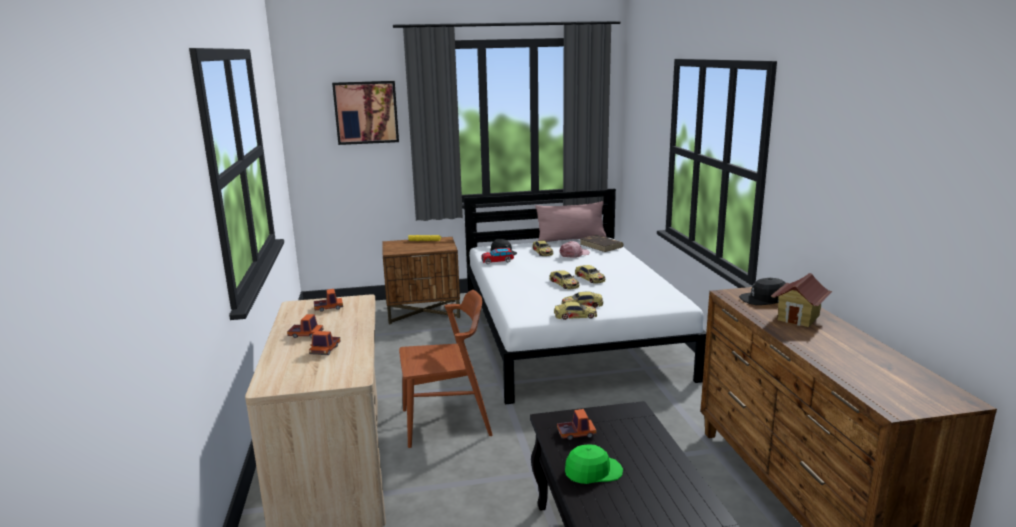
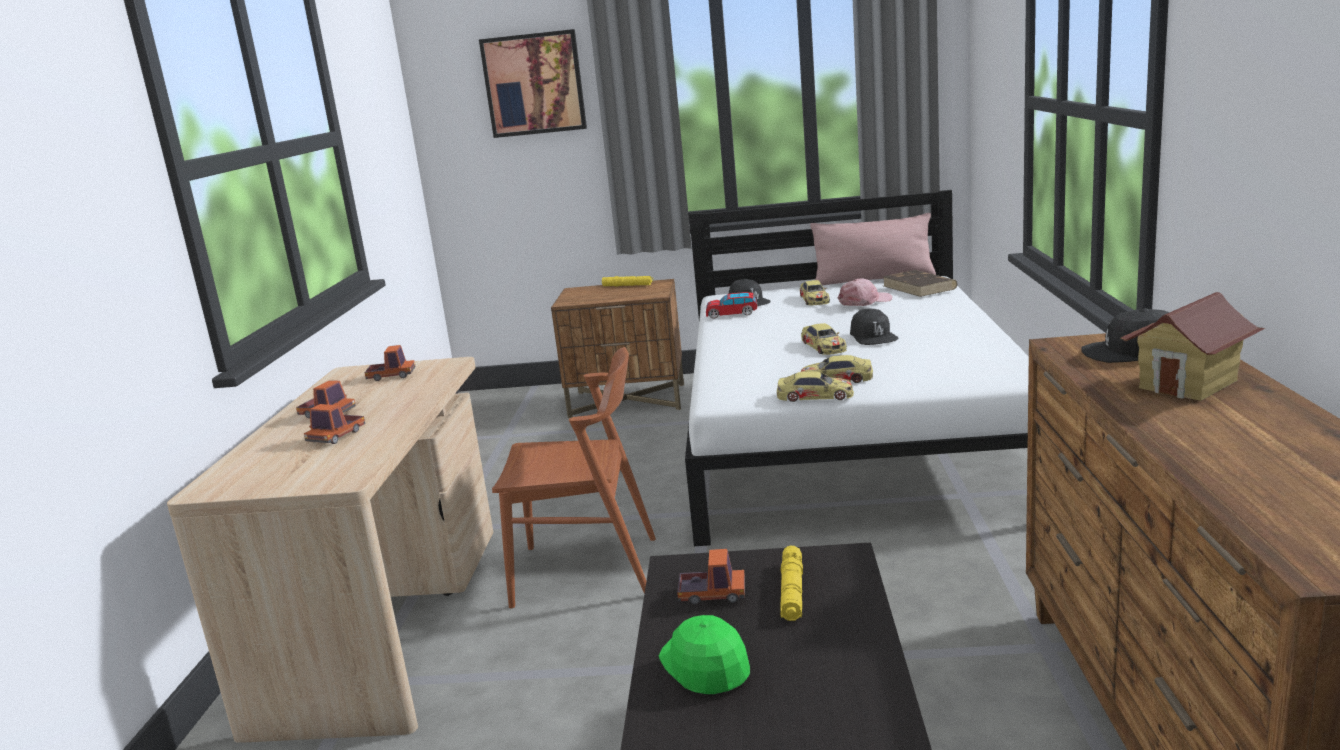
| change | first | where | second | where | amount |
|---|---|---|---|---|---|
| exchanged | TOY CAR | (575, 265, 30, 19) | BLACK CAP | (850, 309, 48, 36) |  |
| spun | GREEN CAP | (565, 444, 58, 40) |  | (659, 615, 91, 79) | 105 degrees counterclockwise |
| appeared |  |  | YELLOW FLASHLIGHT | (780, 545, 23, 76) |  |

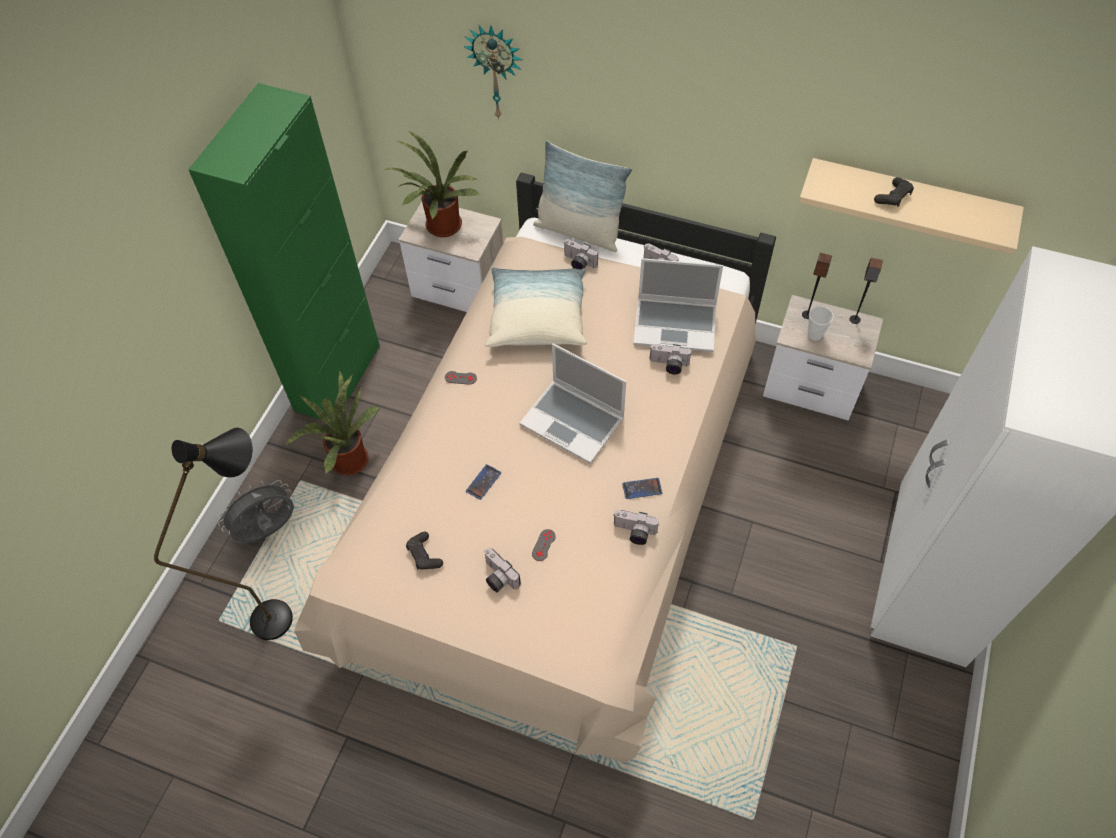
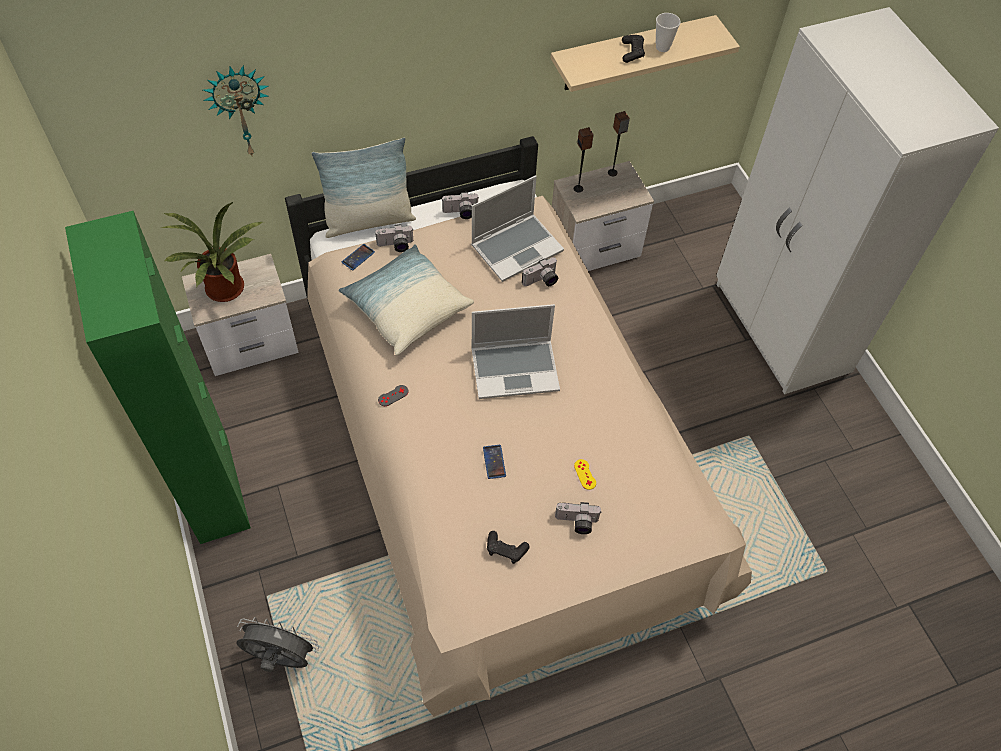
| change | first | where | second | where | amount |
|---|---|---|---|---|---|
| relocated | CUP | (808, 306, 26, 35) |  | (656, 13, 25, 39) |  |
| missing | POTTED PLANT | (286, 370, 94, 106) |  |  |  |
| missing | BLACK FLOOR LAMP | (154, 428, 139, 212) |  |  |  |
| relocated | PHONE | (622, 478, 40, 21) |  | (342, 244, 33, 26) |  |
| spun | GREY FAN | (218, 480, 76, 63) |  | (236, 617, 83, 55) | 90 degrees clockwise |
| missing | PHOTO CAMERA | (614, 510, 45, 35) |  |  |  |
| colour | GREY GAME CONTROLLER | (532, 529, 24, 32) | YELLOW GAME CONTROLLER | (574, 459, 22, 31) |  |

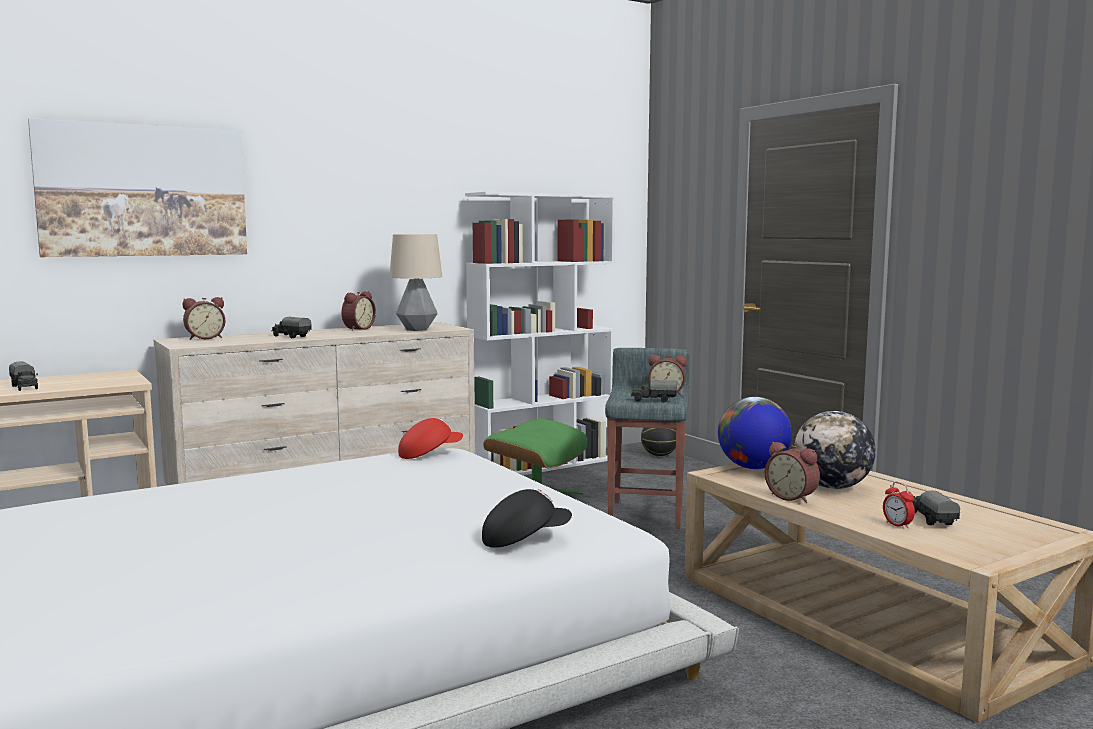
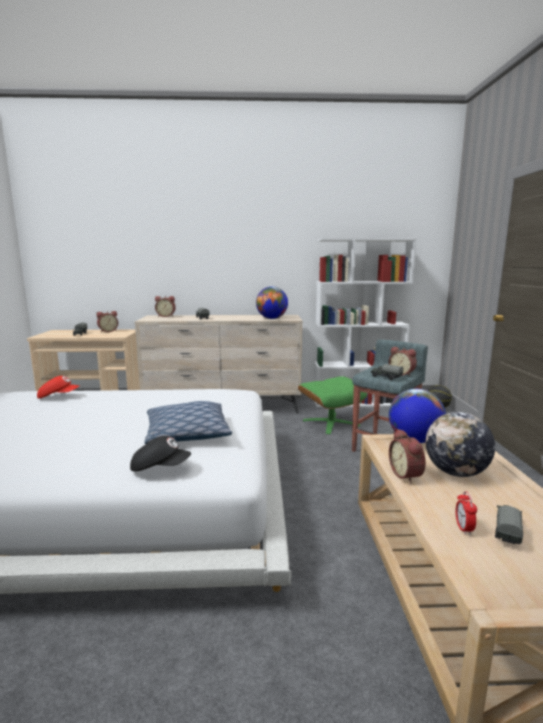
| change | first | where | second | where | amount |
|---|---|---|---|---|---|
| missing | PICTURE | (28, 118, 219, 139) |  |  |  |
| exchanged | TABLE LAMP | (389, 234, 53, 97) | GLOBE | (256, 286, 32, 33) |  |
| relocated | ALARM CLOCK | (341, 291, 35, 40) |  | (96, 311, 22, 21) |  |
| relocated | RED CAP | (398, 418, 65, 41) |  | (37, 376, 42, 23) |  |
| appeared |  |  | PILLOW | (145, 401, 87, 43) |  |

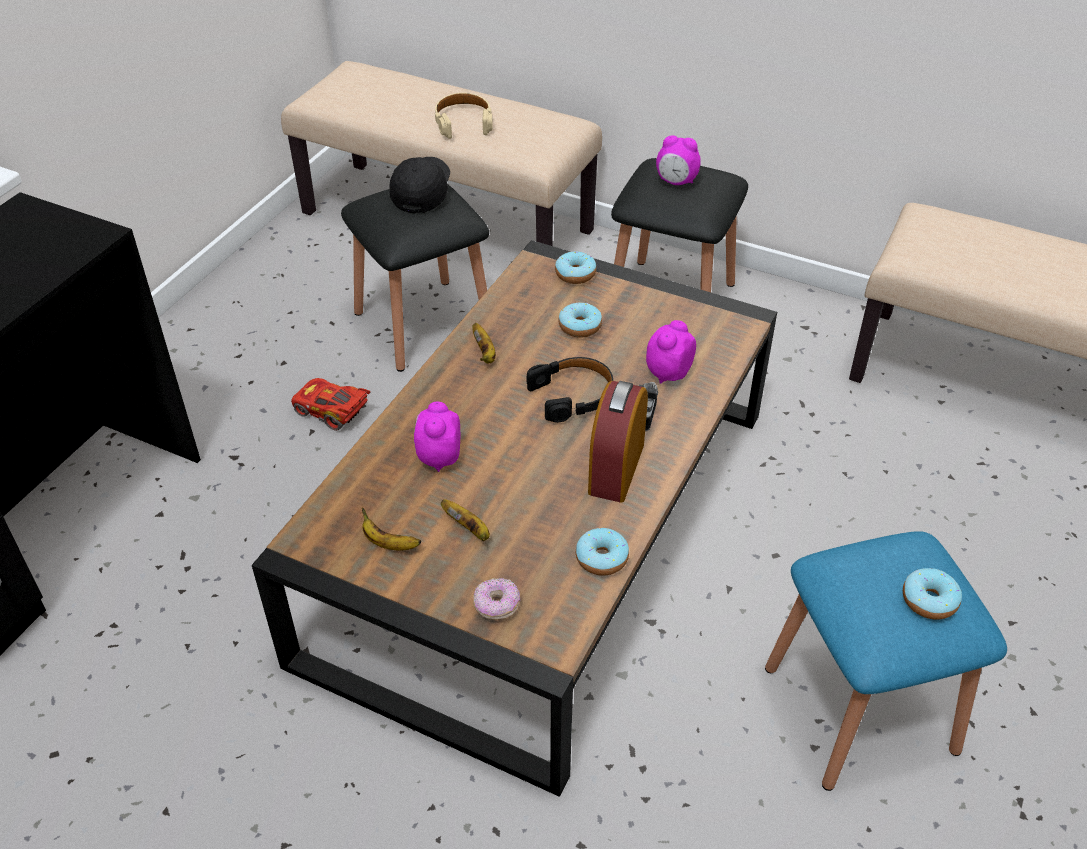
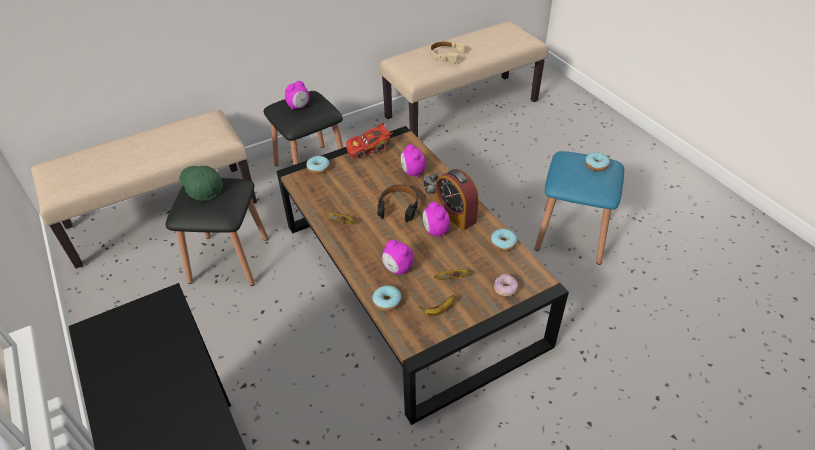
| change | first | where | second | where | amount |
|---|---|---|---|---|---|
| relocated | BEIGE HEADPHONES | (435, 93, 58, 46) |  | (430, 41, 36, 22) |  |
| colour | BLACK CAP | (389, 157, 61, 56) | GREEN CAP | (179, 166, 44, 35) |  |
| relocated | DONUT | (558, 303, 44, 35) |  | (372, 286, 30, 25) |  |
| relocated | RED TOY CAR | (291, 378, 80, 53) |  | (346, 122, 47, 37) |  |
| appeared |  |  | ALARM CLOCK | (423, 202, 27, 36) |  |

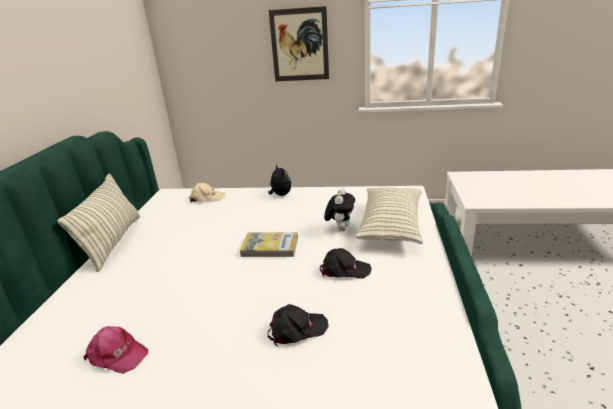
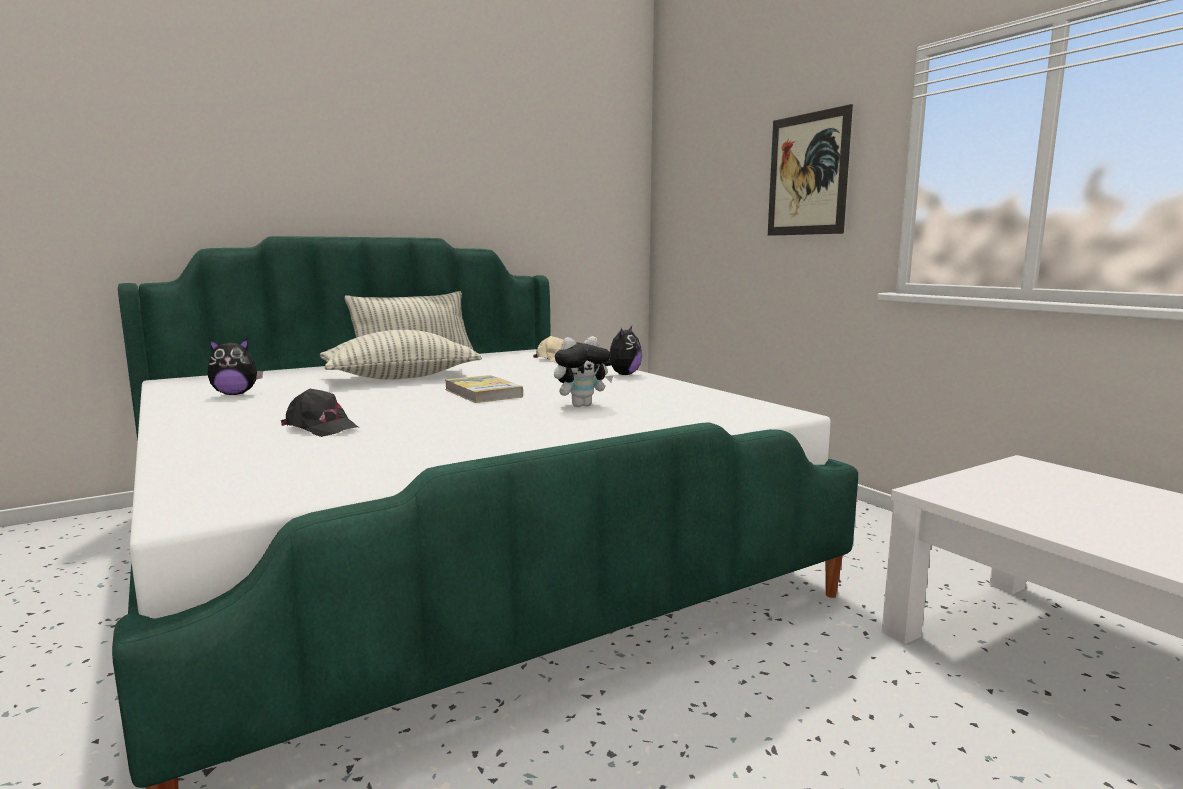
| change | first | where | second | where | amount |
|---|---|---|---|---|---|
| relocated | PILLOW | (355, 187, 68, 57) |  | (320, 330, 162, 50) |  |
| missing | BLACK CAP | (320, 248, 52, 31) |  |  |  |
| exchanged | PINK CAP | (83, 326, 65, 48) | PLUSH TOY | (207, 338, 56, 57) |  |

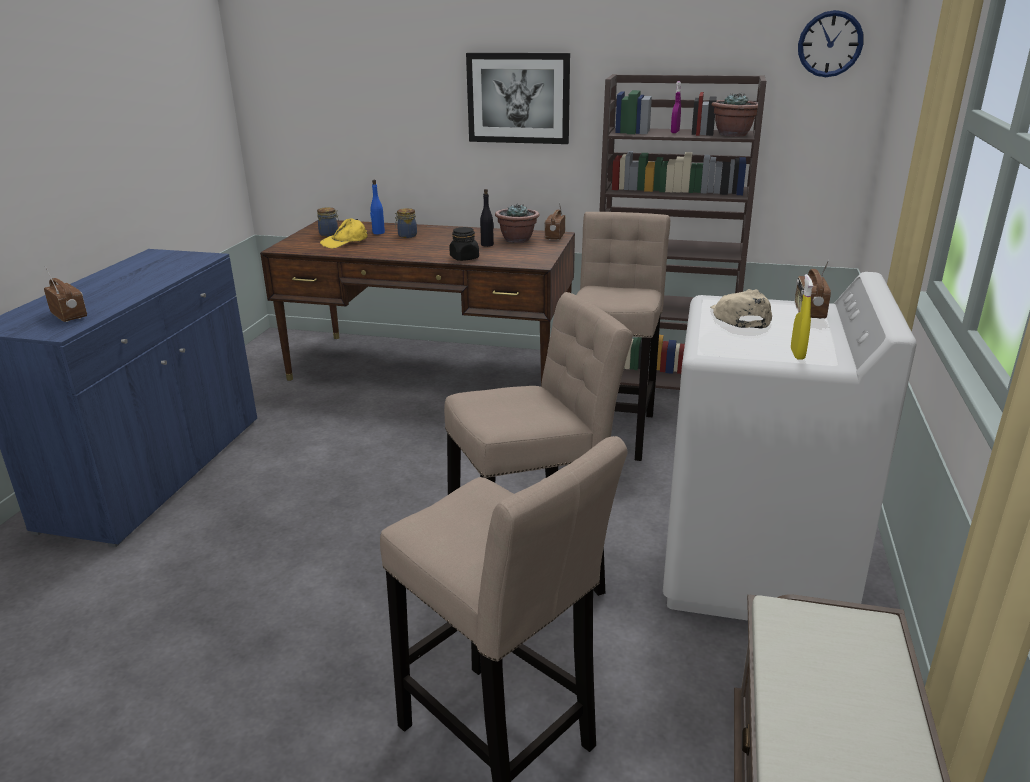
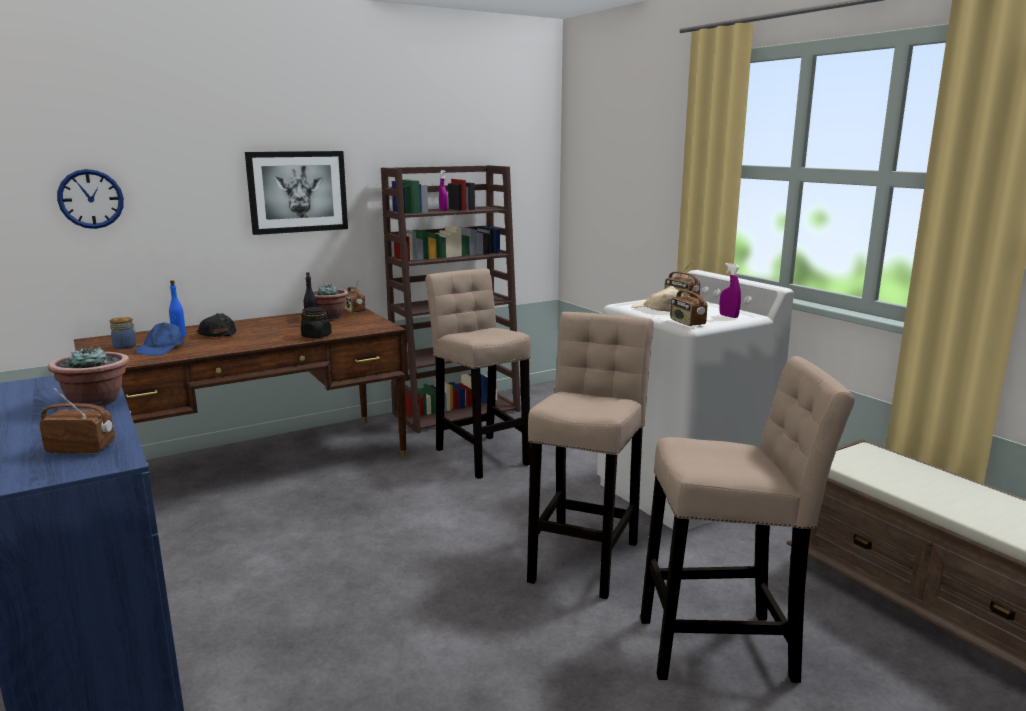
| change | first | where | second | where | amount |
|---|---|---|---|---|---|
| relocated | WALL CLOCK | (798, 10, 66, 67) |  | (57, 169, 67, 60) |  |
| relocated | POTTED PLANT | (712, 92, 46, 45) |  | (48, 345, 81, 63) |  |
| exchanged | JAR | (395, 208, 22, 30) | BLACK CAP | (197, 313, 39, 24) |  |
| colour | YELLOW CAP | (320, 218, 48, 30) | BLUE CAP | (135, 323, 49, 33) |  |
| colour | YELLOW SPRAY BOTTLE | (791, 274, 22, 86) | PURPLE SPRAY BOTTLE | (720, 263, 21, 55) |  |
| appeared |  |  | RADIO | (670, 280, 37, 46) |  |

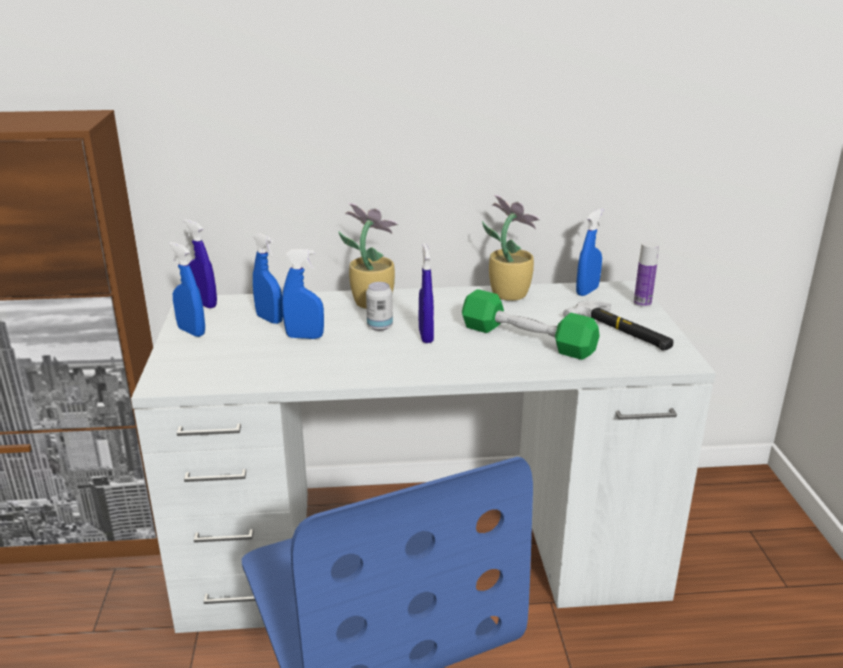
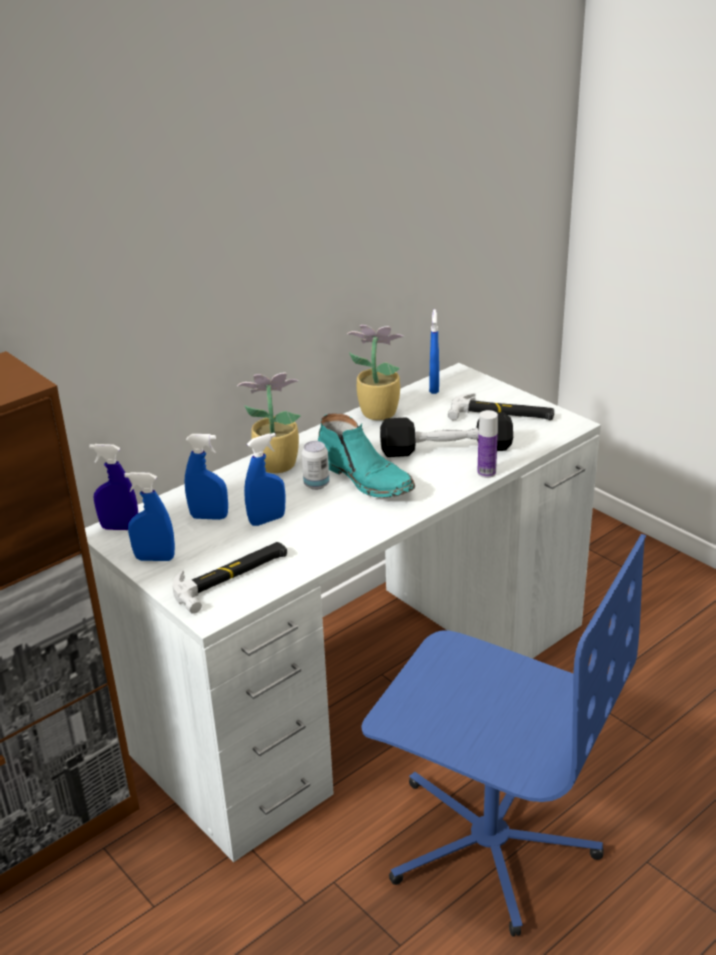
| change | first | where | second | where | amount |
|---|---|---|---|---|---|
| relocated | BOTTLE | (634, 241, 25, 66) |  | (478, 410, 20, 68) |  |
| exchanged | BLUE SPRAY BOTTLE | (419, 244, 15, 99) | TURQUOISE BOOT | (318, 413, 97, 85) |  |
| colour | GREEN DUMBBELL | (462, 289, 138, 71) | BLACK DUMBBELL | (380, 412, 133, 45) |  |
| appeared |  |  | HAMMER | (173, 542, 114, 72) |  |

